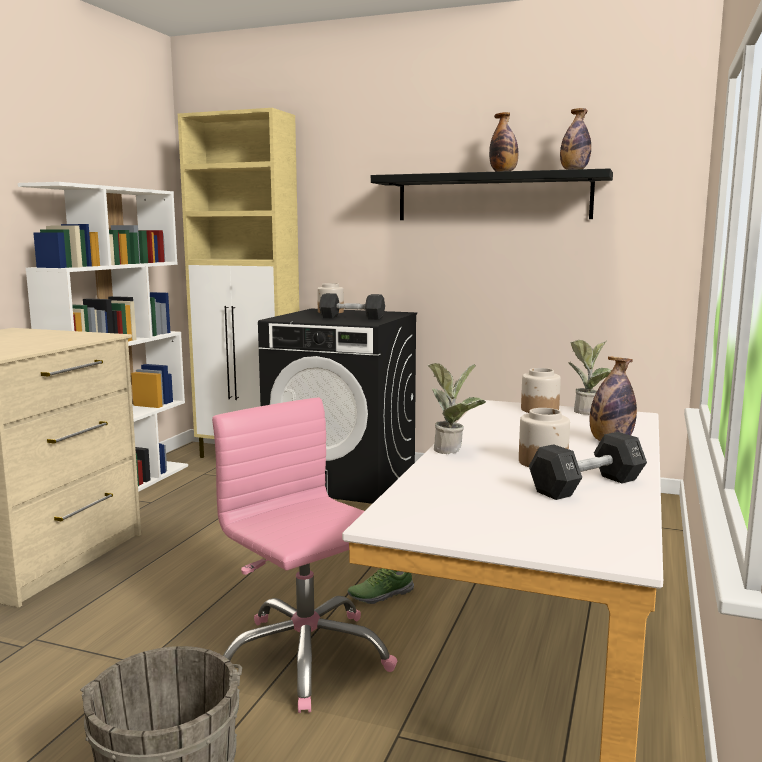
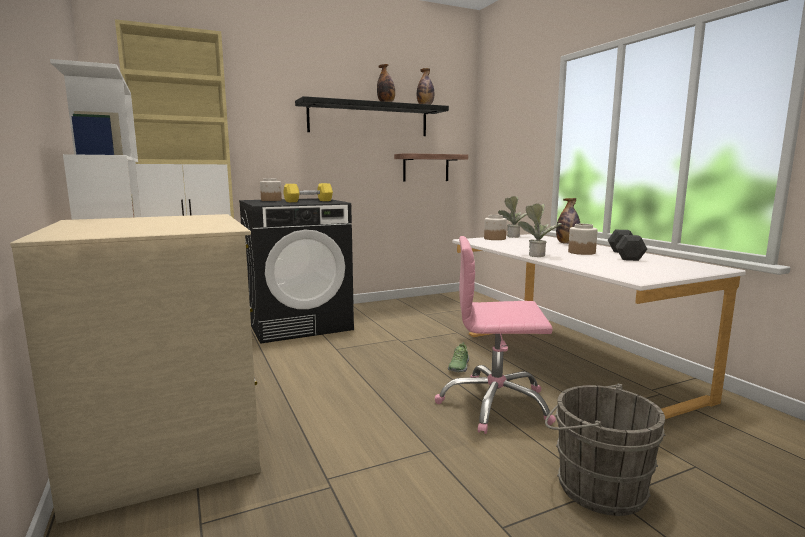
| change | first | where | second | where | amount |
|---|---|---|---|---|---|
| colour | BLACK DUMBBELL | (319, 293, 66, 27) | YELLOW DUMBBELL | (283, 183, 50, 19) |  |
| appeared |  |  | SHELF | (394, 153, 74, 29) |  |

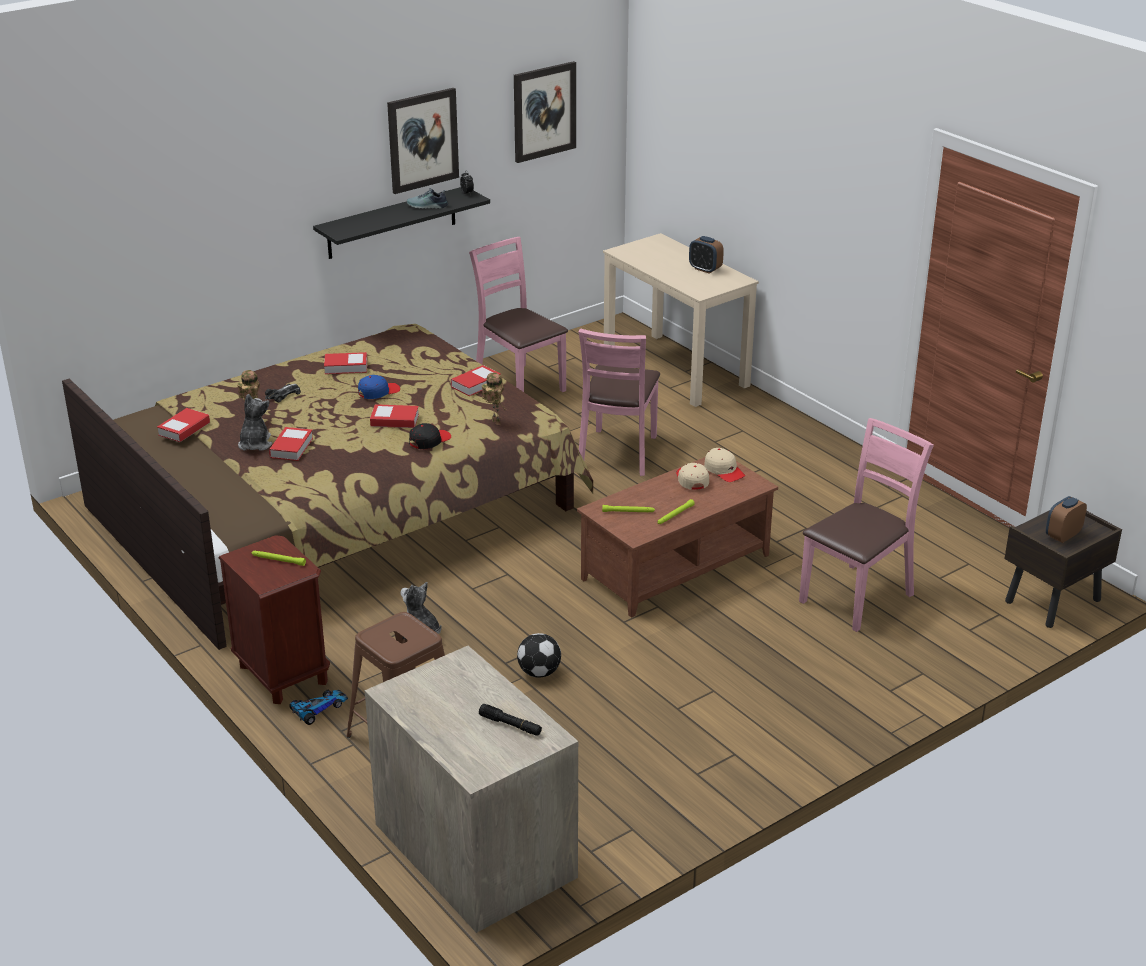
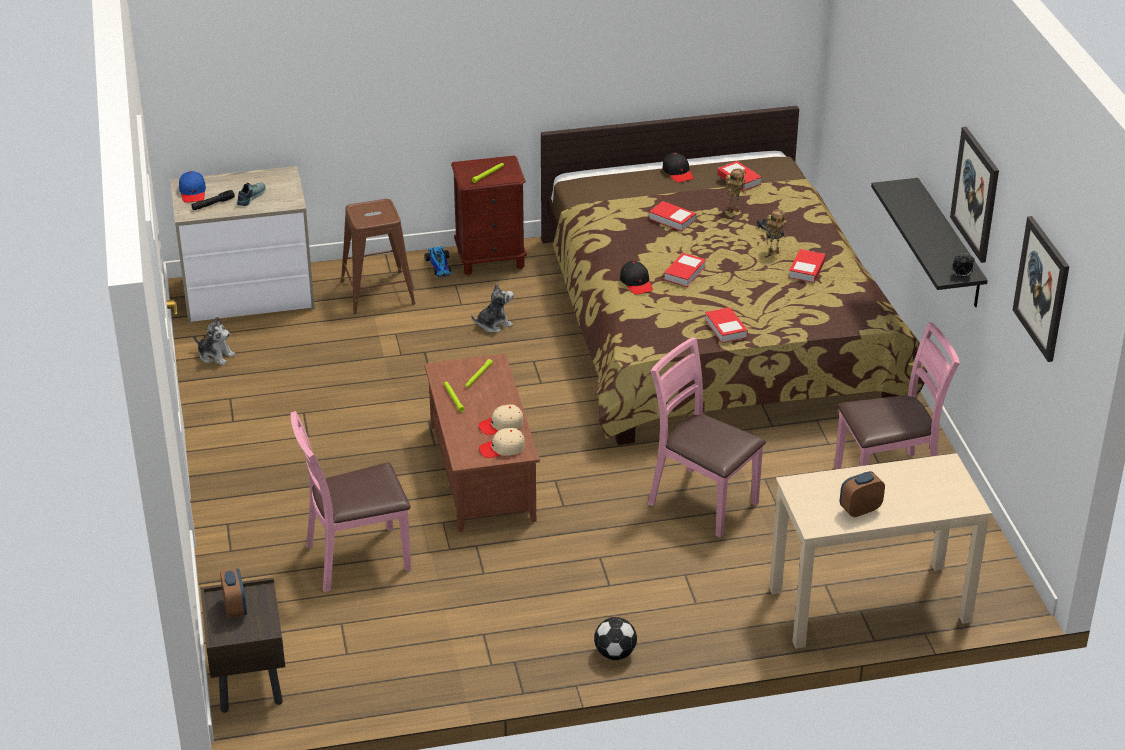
| change | first | where | second | where | amount |
|---|---|---|---|---|---|
| relocated | SHOE | (407, 188, 41, 21) |  | (237, 183, 29, 23) |  |
| relocated | TOY ROBOT | (482, 373, 25, 52) |  | (766, 209, 22, 45) |  |
| relocated | BLUE CAP | (358, 375, 42, 24) |  | (179, 171, 27, 32) |  |
| relocated | PLUSH TOY | (238, 394, 34, 57) |  | (193, 317, 42, 49) |  |
| spun | PINK CHAIR | (799, 418, 135, 214) |  | (290, 411, 121, 181) | 90 degrees clockwise |
| spun | BEIGE CAP | (676, 463, 33, 27) |  | (478, 405, 45, 30) | 150 degrees clockwise |
| relocated | FOOTBALL | (517, 633, 44, 45) |  | (594, 617, 43, 43) |  |
| appeared |  |  | BLACK CAP | (663, 152, 30, 30) |  |

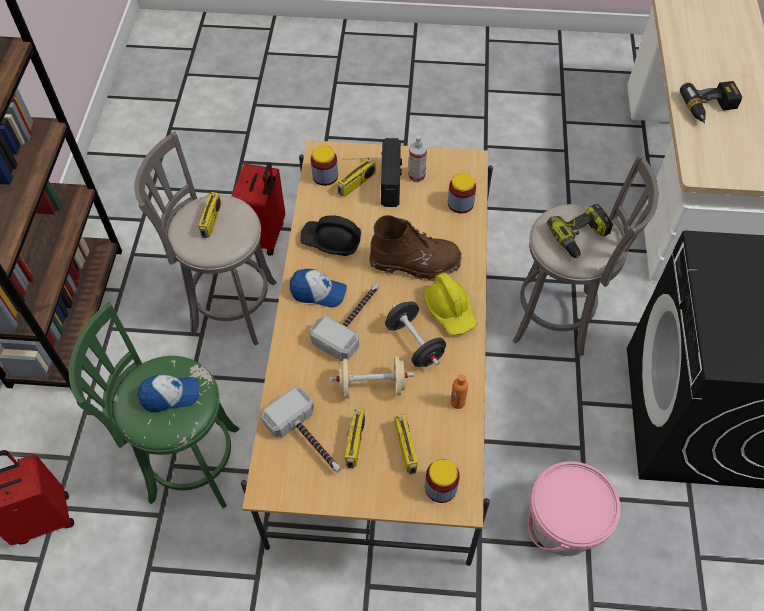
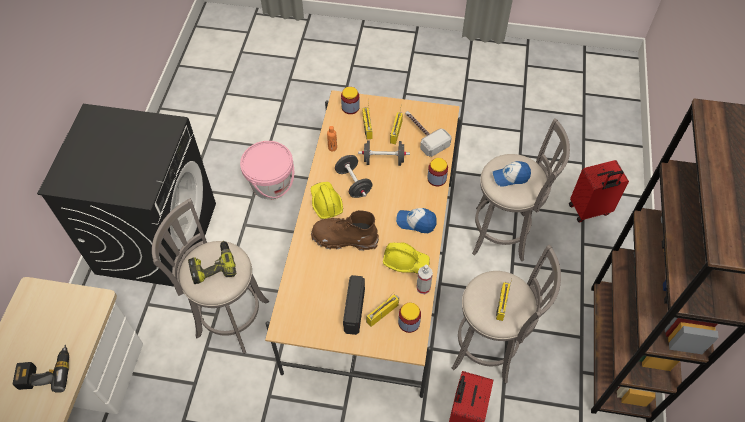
| change | first | where | second | where | amount |
|---|---|---|---|---|---|
| relocated | SPRAY BOTTLE | (408, 135, 19, 47) |  | (416, 265, 17, 29) |  |
| relocated | JAR | (448, 173, 28, 41) |  | (427, 158, 21, 28) |  |
| colour | BLACK HARD HAT | (300, 215, 61, 41) | YELLOW HARD HAT | (383, 243, 47, 31) |  |
| missing | HAMMER | (309, 284, 70, 77) |  |  |  |
| colour | GREEN STOOL | (69, 302, 170, 206) | GREY STOOL | (472, 118, 98, 143) |  |
| colour | BEIGE DUMBBELL | (330, 356, 84, 42) | BLACK DUMBBELL | (358, 140, 52, 26) |  |

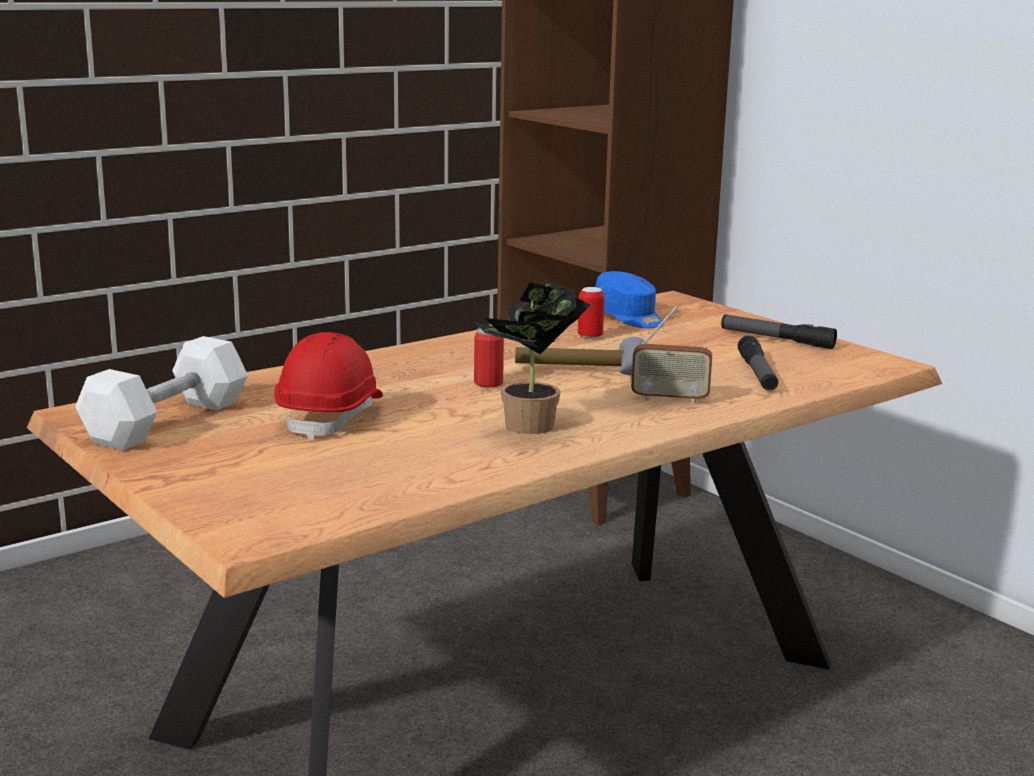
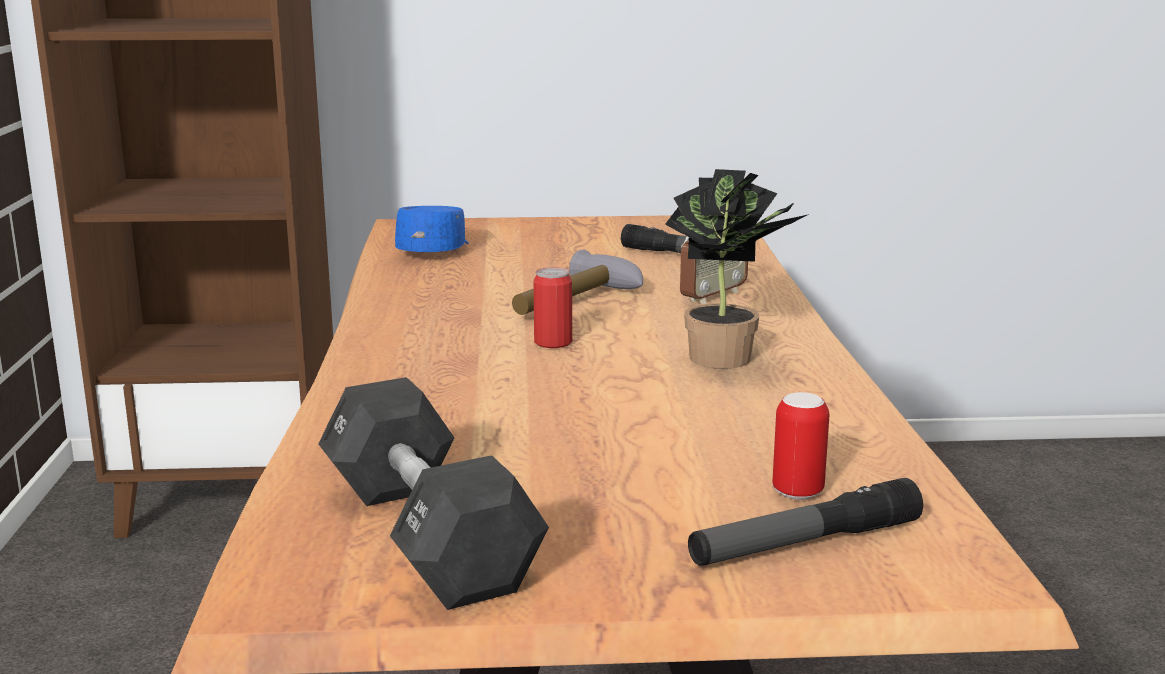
| change | first | where | second | where | amount |
|---|---|---|---|---|---|
| spun | BLUE CAP | (595, 271, 69, 57) |  | (395, 206, 74, 46) | 75 degrees counterclockwise |
| relocated | CAN | (578, 287, 27, 52) |  | (772, 392, 57, 108) |  |
| relocated | FLASHLIGHT | (721, 314, 116, 35) |  | (688, 478, 235, 88) |  |
| missing | RED HARD HAT | (274, 332, 109, 108) |  |  |  |
| colour | WHITE DUMBBELL | (75, 336, 173, 115) | BLACK DUMBBELL | (318, 377, 231, 233) |  |

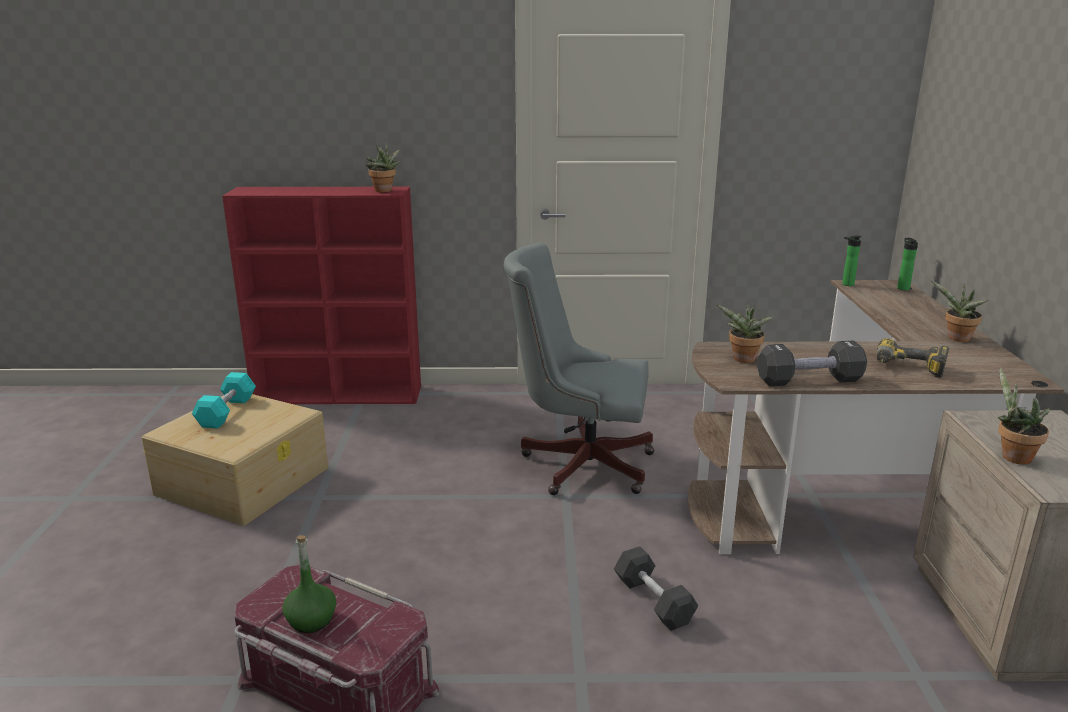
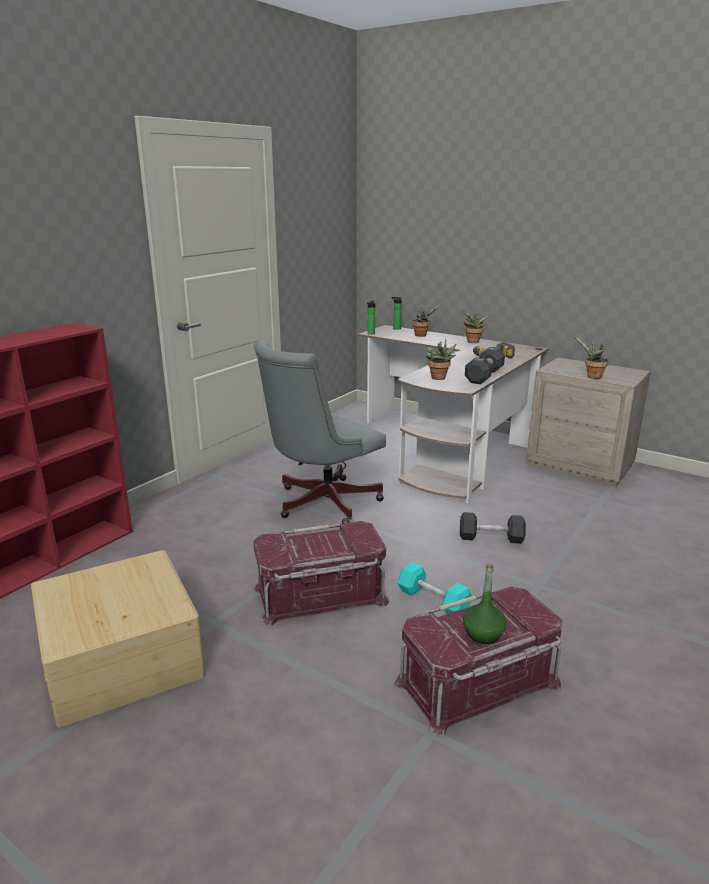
| change | first | where | second | where | amount |
|---|---|---|---|---|---|
| relocated | POTTED PLANT | (365, 142, 36, 50) |  | (412, 304, 29, 33) |  |
| relocated | TURQUOISE DUMBBELL | (192, 372, 64, 57) |  | (398, 562, 74, 52) |  |
| appeared |  |  | RED STORAGE BOX | (253, 521, 136, 106) |  |

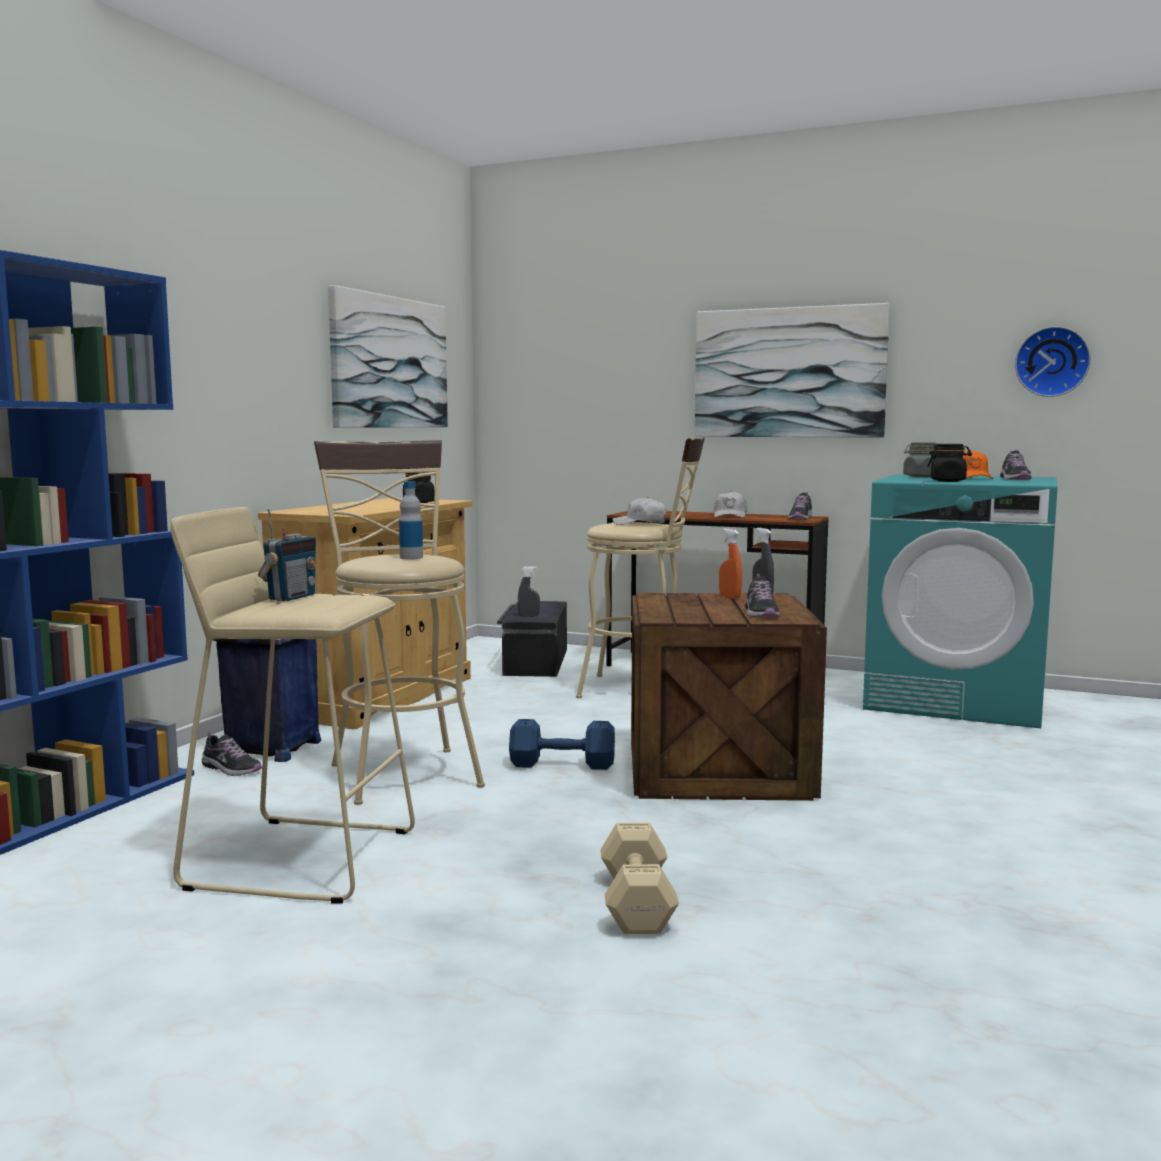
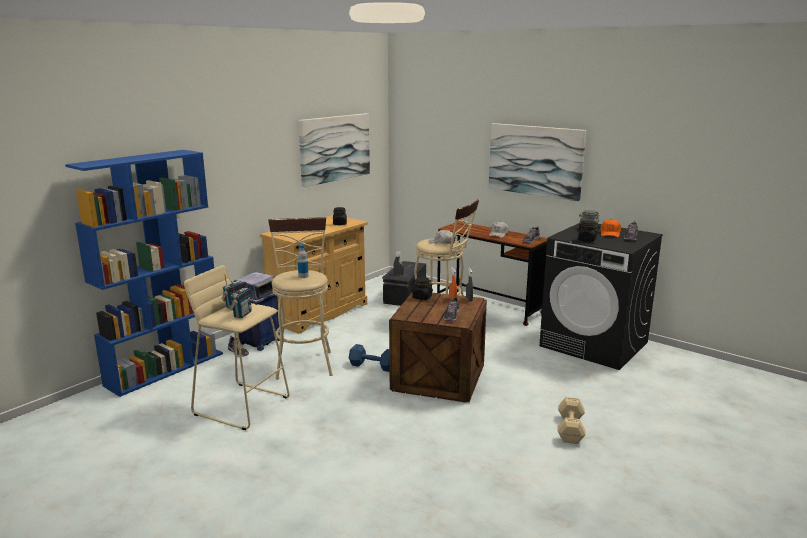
| change | first | where | second | where | amount |
|---|---|---|---|---|---|
| missing | WALL CLOCK | (1015, 326, 76, 71) |  |  |  |
| colour | TURQUOISE WASHING MACHINE | (863, 474, 195, 254) | BLACK WASHING MACHINE | (539, 223, 124, 147) |  |
| relocated | BEIGE DUMBBELL | (600, 822, 79, 112) |  | (557, 397, 29, 47) |  |
| appeared |  |  | BLACK JAR | (411, 277, 22, 23) |  |
| appeared |  |  | RADIO | (229, 282, 23, 36) |  |

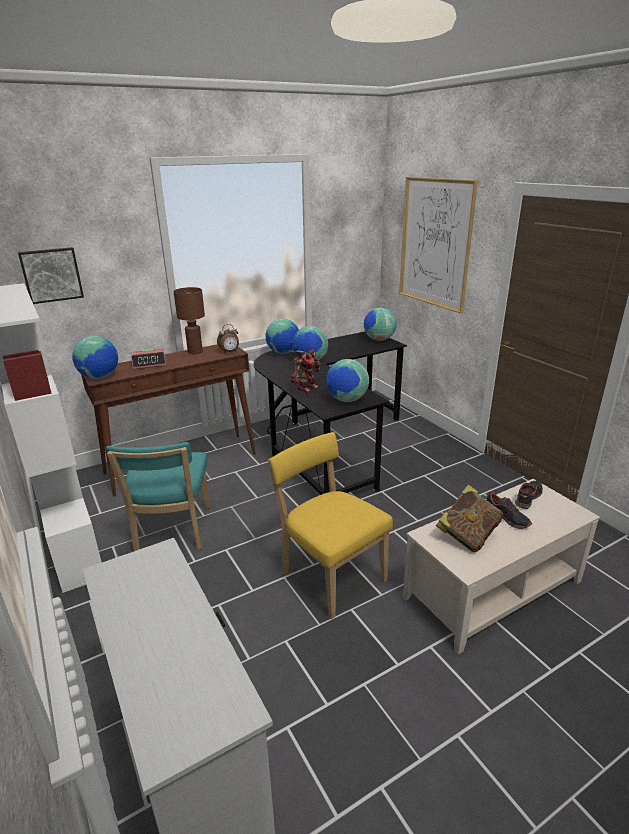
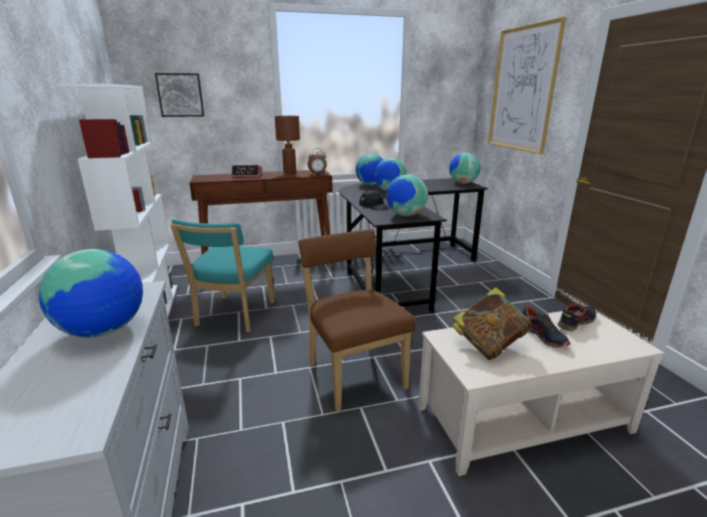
| change | first | where | second | where | amount |
|---|---|---|---|---|---|
| relocated | GLOBE | (72, 336, 46, 43) |  | (39, 249, 104, 89) |  |
| exchanged | TOY ROBOT | (289, 349, 32, 44) | BLACK CAP | (359, 190, 29, 19) |  |
| colour | YELLOW CHAIR | (268, 432, 125, 187) | BROWN CHAIR | (299, 230, 116, 182) |  |

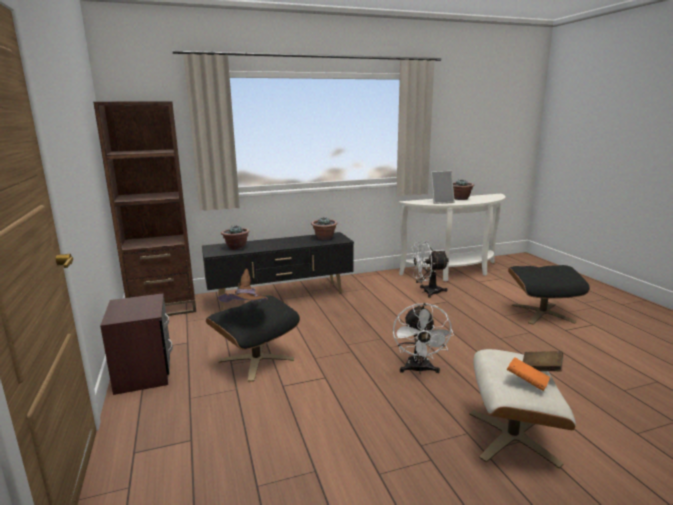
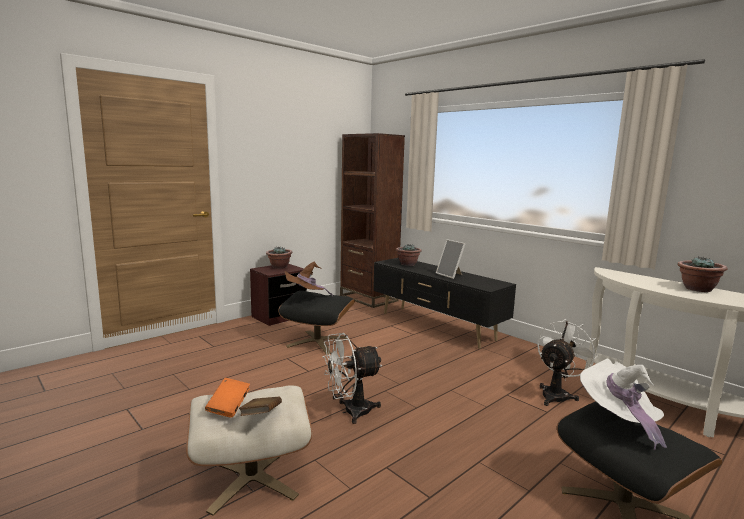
| change | first | where | second | where | amount |
|---|---|---|---|---|---|
| relocated | PICTURE FRAME | (431, 171, 24, 33) |  | (436, 239, 29, 40) |  |
| relocated | POTTED PLANT | (311, 218, 26, 22) |  | (266, 247, 26, 22) |  |
| spun | WHITE FAN | (410, 241, 39, 57) |  | (537, 319, 61, 87) | 75 degrees clockwise |
| appeared |  |  | WHITE HAT | (580, 359, 87, 91) |  |

